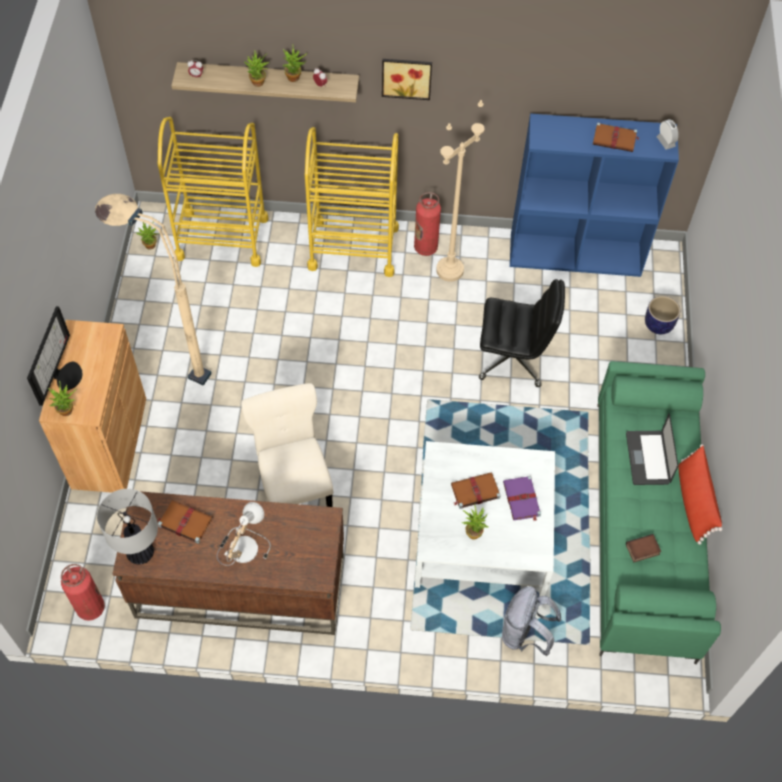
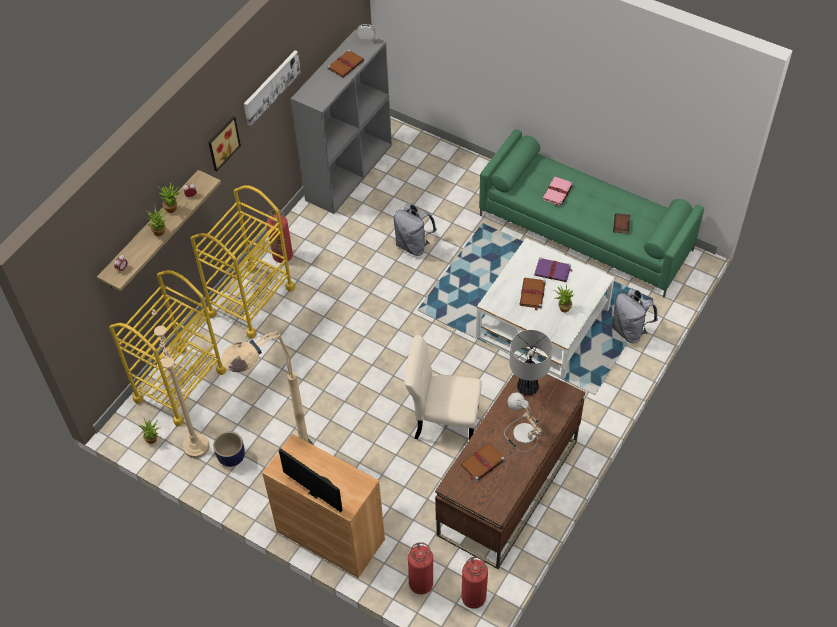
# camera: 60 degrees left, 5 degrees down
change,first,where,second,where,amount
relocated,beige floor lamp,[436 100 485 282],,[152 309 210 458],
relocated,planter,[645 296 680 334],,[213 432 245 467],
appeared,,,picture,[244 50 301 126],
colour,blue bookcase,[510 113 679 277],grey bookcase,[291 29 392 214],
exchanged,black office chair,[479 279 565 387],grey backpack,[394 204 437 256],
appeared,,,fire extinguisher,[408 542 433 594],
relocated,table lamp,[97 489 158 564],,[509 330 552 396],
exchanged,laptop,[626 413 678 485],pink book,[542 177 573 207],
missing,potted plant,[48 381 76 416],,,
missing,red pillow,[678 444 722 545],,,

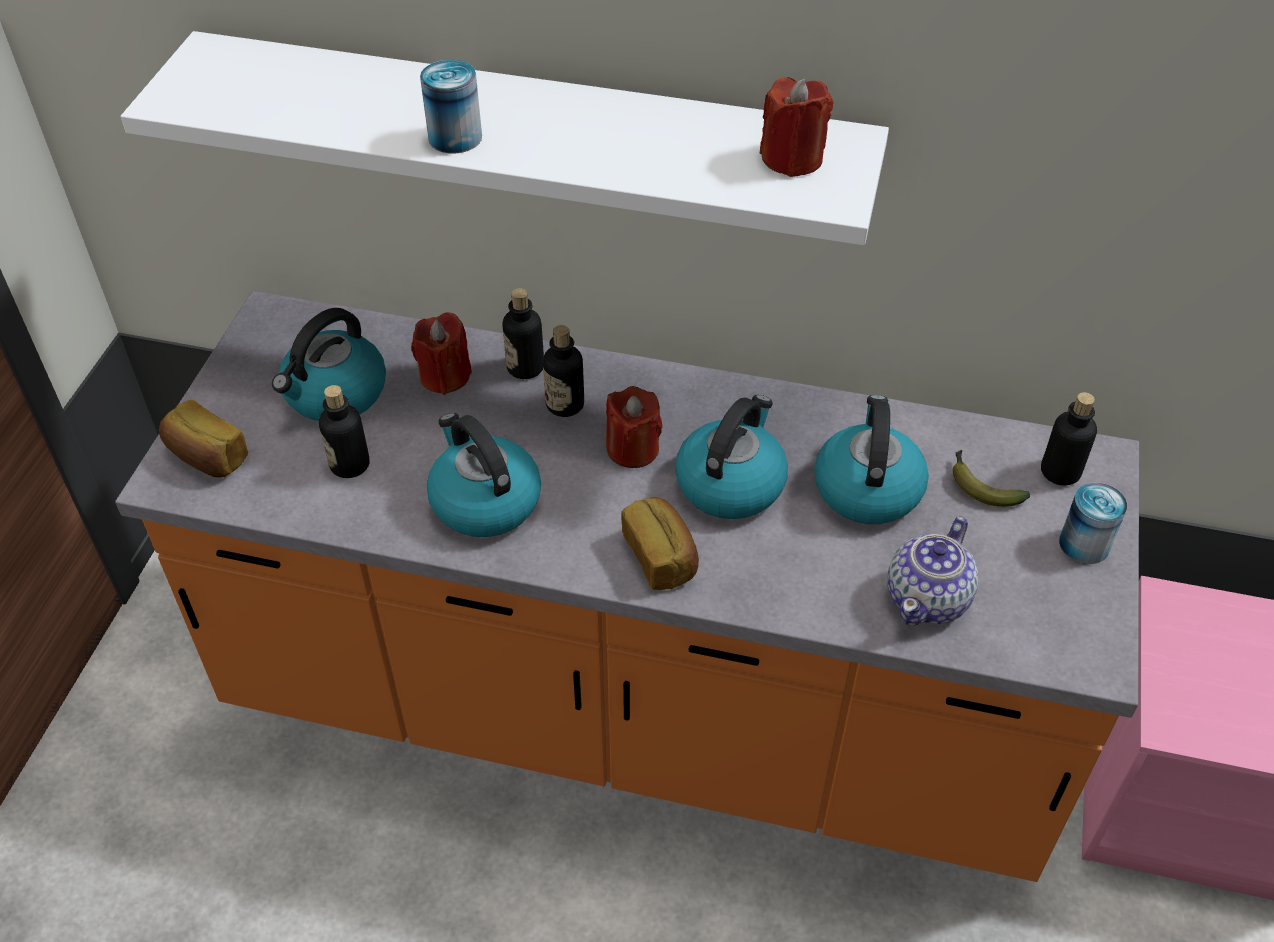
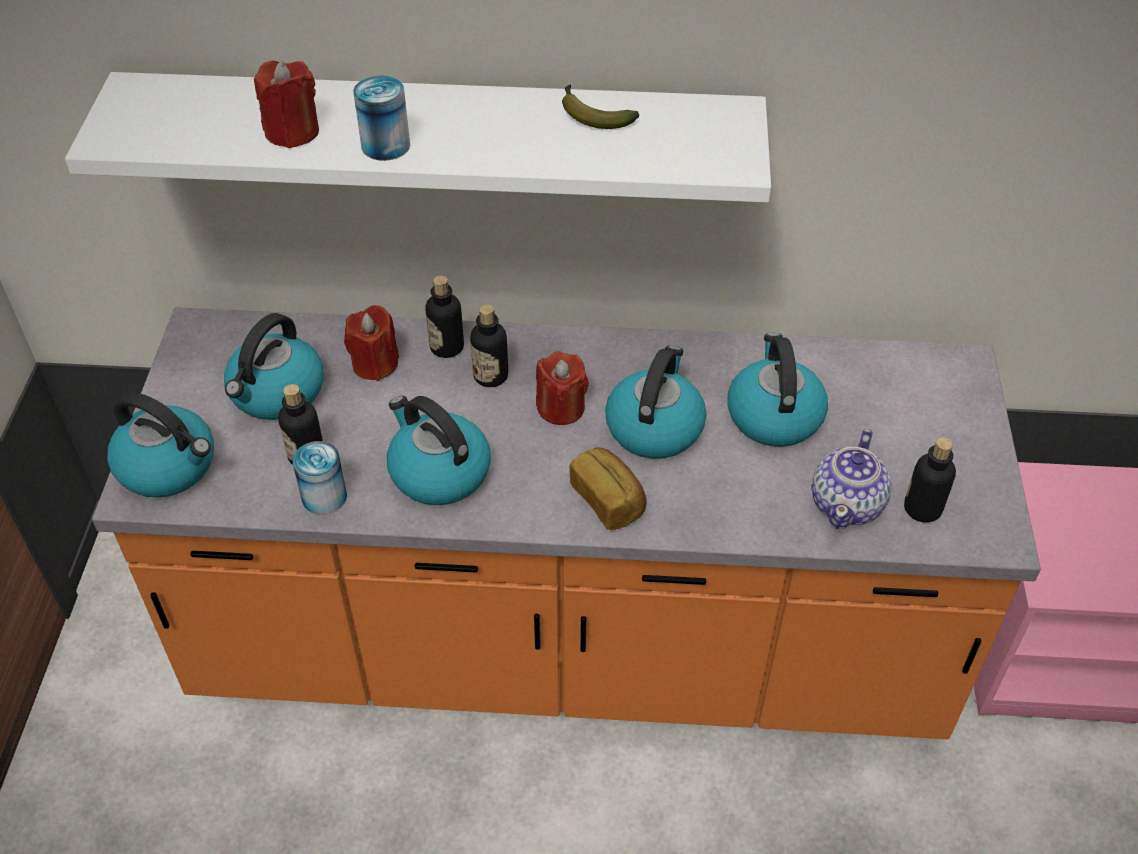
# camera: 10 degrees left, 0 degrees up
change,first,where,second,where,amount
exchanged,bread,[159 400 248 478],kettle,[107 392 214 498],
relocated,red candle,[760 77 833 177],,[254 61 319 148],
relocated,can,[1059 483 1127 564],,[293 441 347 515],
relocated,banana,[953 450 1030 507],,[562 85 639 129],
relocated,bottle,[1041 392 1097 486],,[904 437 956 522],

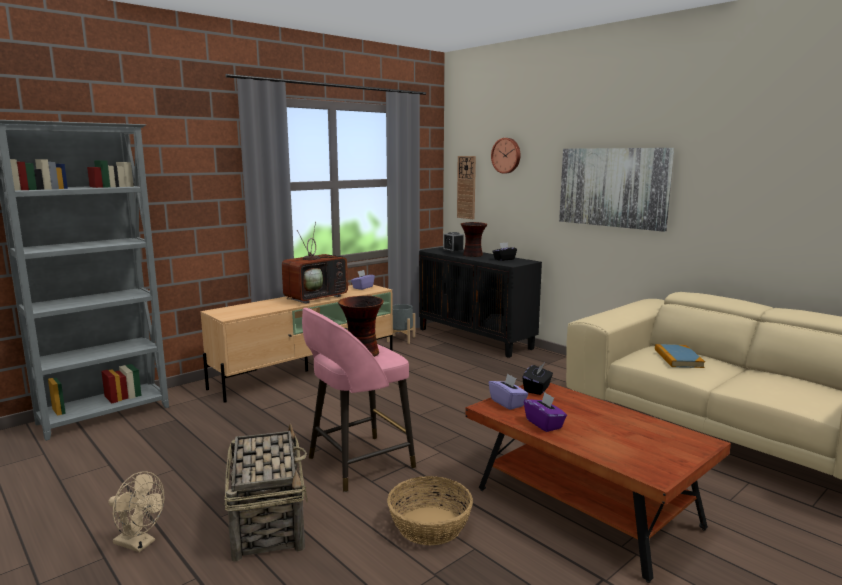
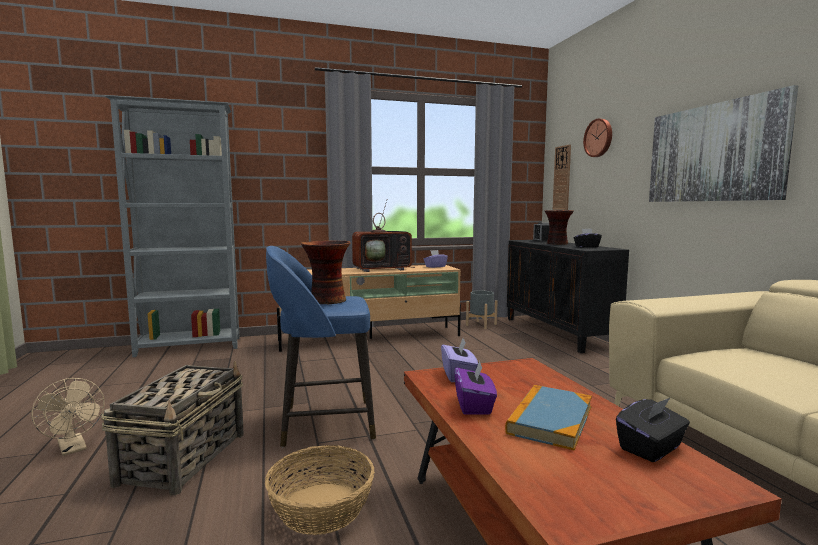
# camera: 25 degrees right, 5 degrees down
change,first,where,second,where,amount
colour,pink stool,[302 308 416 492],blue stool,[266 246 376 447],
relocated,book,[655 344 705 368],,[505 385 592 451],
relocated,black tissue box,[522 363 553 395],,[616 397 690 462],

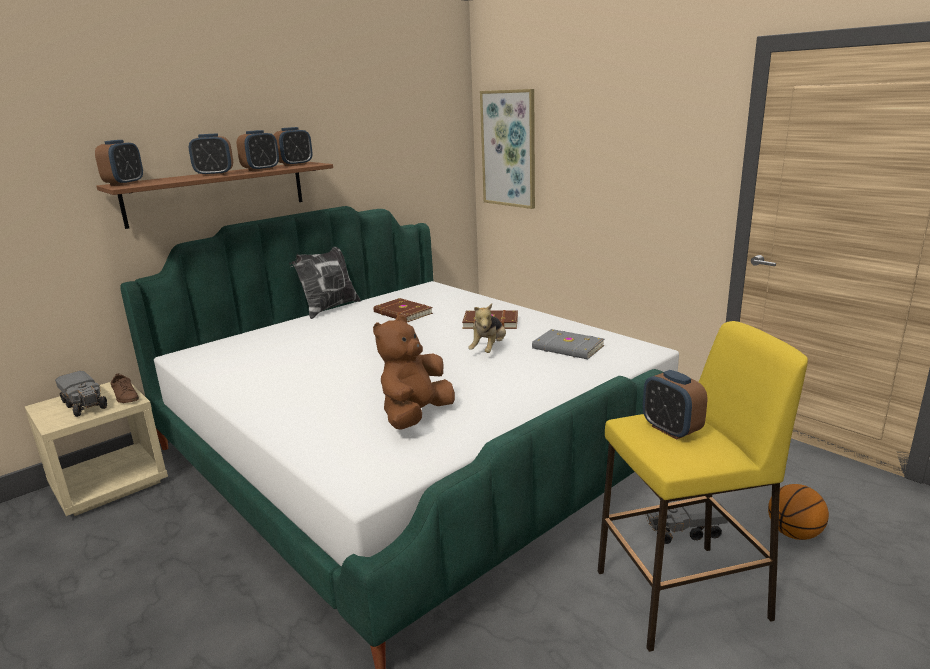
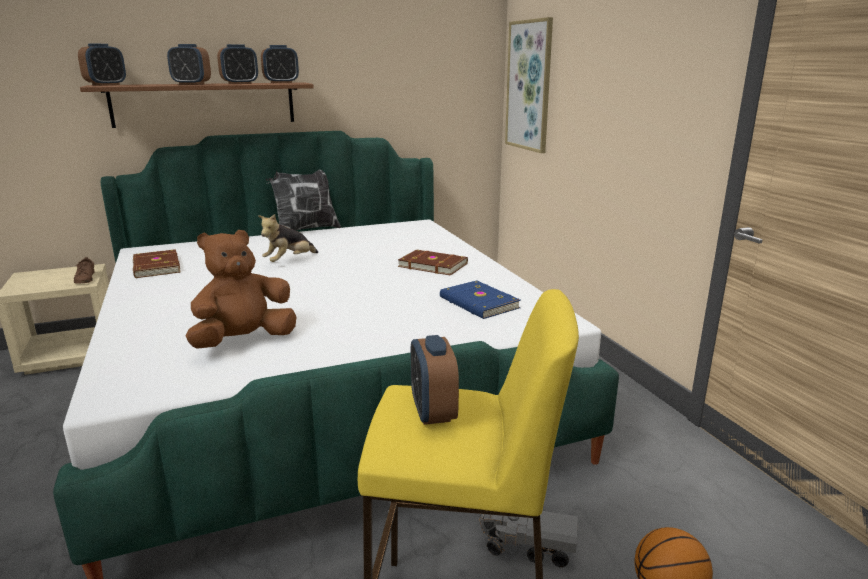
# camera: 20 degrees right, 0 degrees up
change,first,where,second,where,amount
relocated,brown book,[373 298 433 322],,[133 249 180 278],
relocated,plush toy,[468 304 506 353],,[258 214 318 262],
colour,grey book,[532 329 604 359],blue book,[440 280 521 319],
missing,toy truck,[55 371 107 417],,,

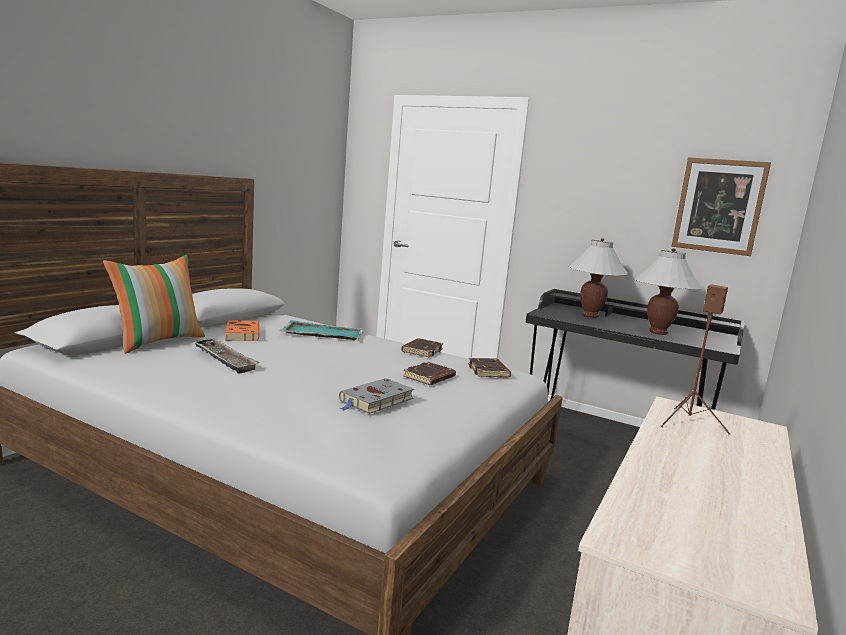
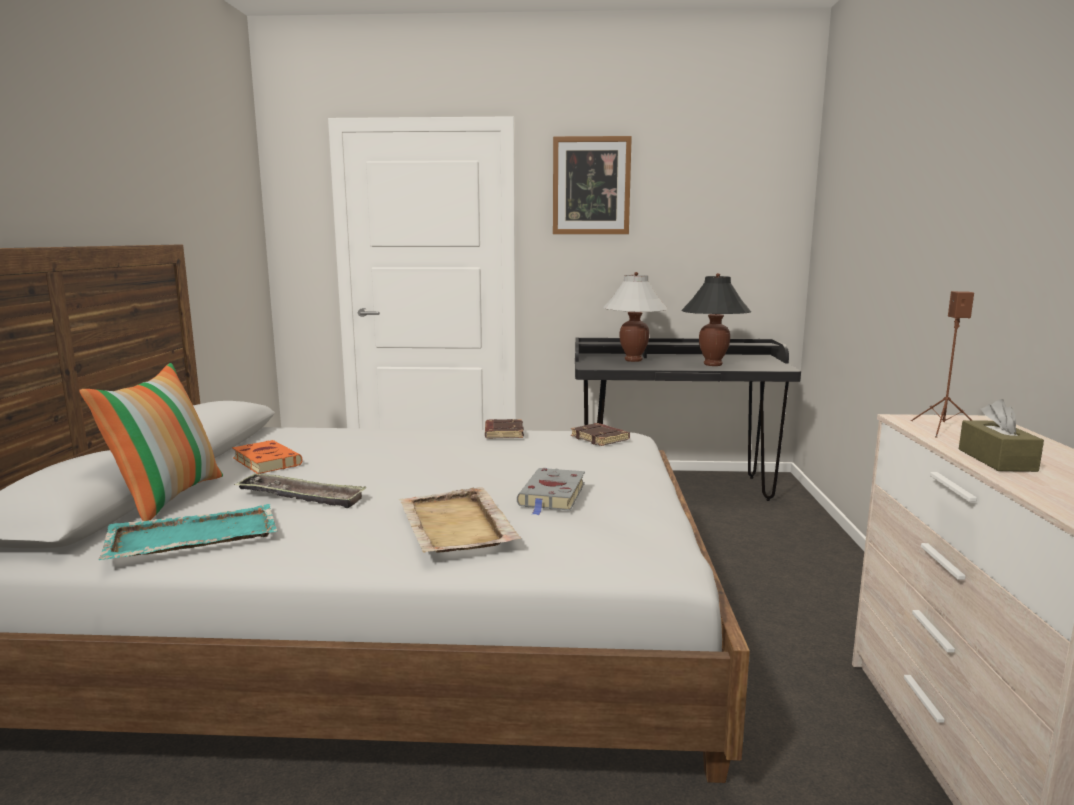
# camera: 25 degrees left, 0 degrees up
change,first,where,second,where,amount
relocated,turquoise tray,[279 320 365 340],,[98 504 278 560],
appeared,,,beige tray,[399 487 521 553],
relocated,picture,[672 157 771 256],,[553 136 632 234],
colour,white table lamp,[634 248 702 335],black table lamp,[682 273 751 366],
appeared,,,brown tissue box,[959 399 1044 472],
missing,brown book,[403 362 456 385],,,

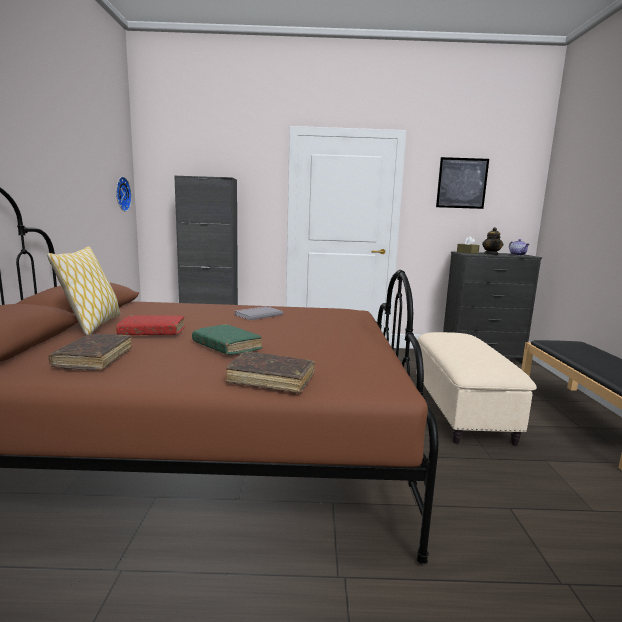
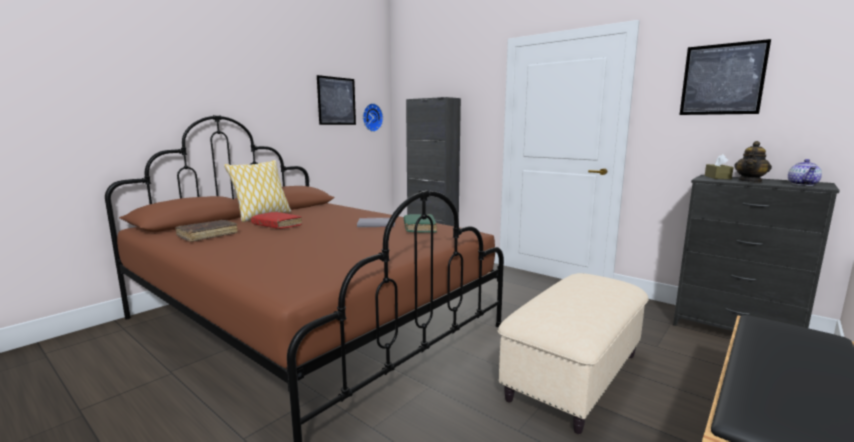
# camera: 40 degrees right, 0 degrees up
change,first,where,second,where,amount
appeared,,,picture,[317 75 356 125],
relocated,green book,[192 324 262 355],,[404 214 437 233],
missing,brown book,[225 351 315 393],,,

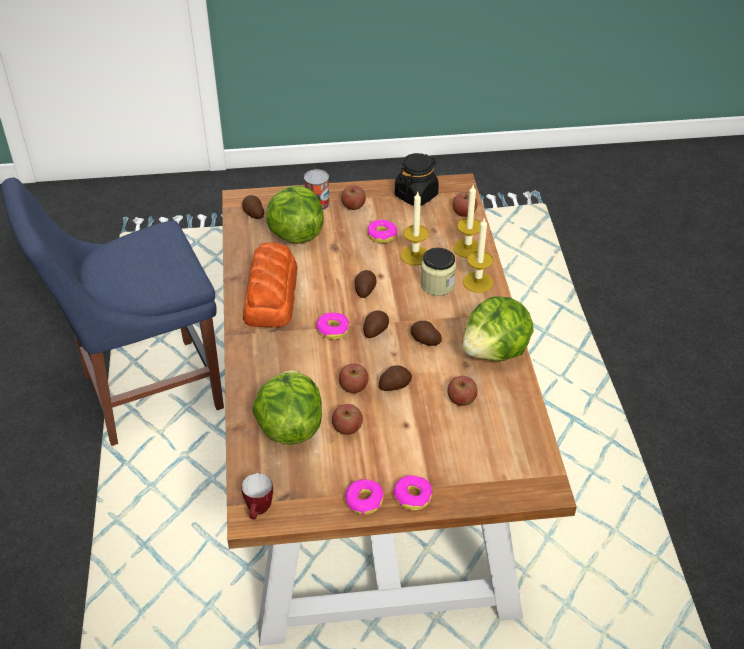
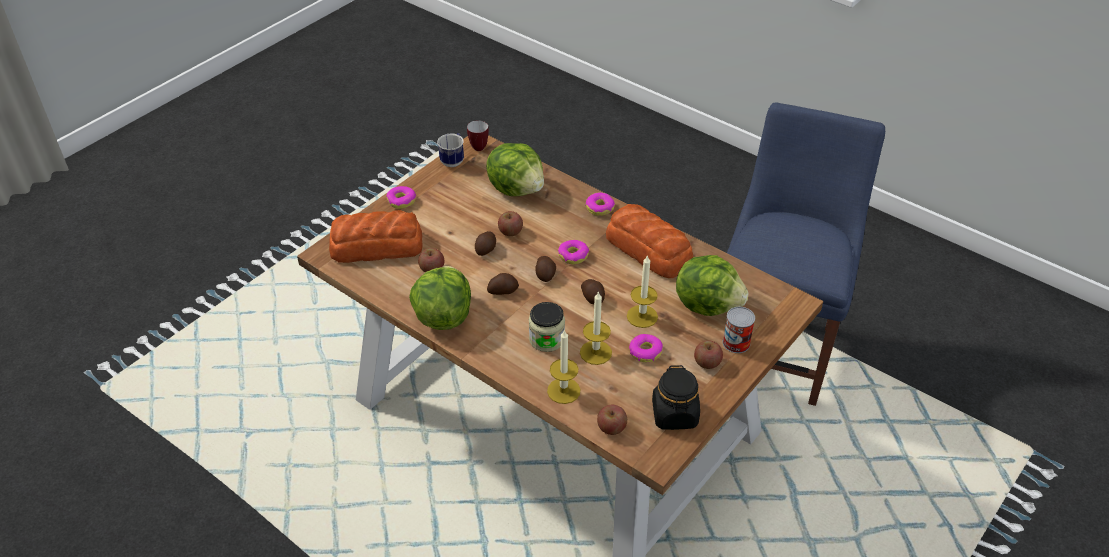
# camera: 135 degrees right, 0 degrees up
change,first,where,second,where,amount
appeared,,,bread,[329 210 423 263],
appeared,,,mug,[437 133 464 167],
relocated,donut,[345 479 384 515],,[585 193 615 216],
relocated,candle,[463 217 494 293],,[627 255 658 328],
missing,potato,[242 195 264 219],,,
missing,apple,[332 404 363 435],,,

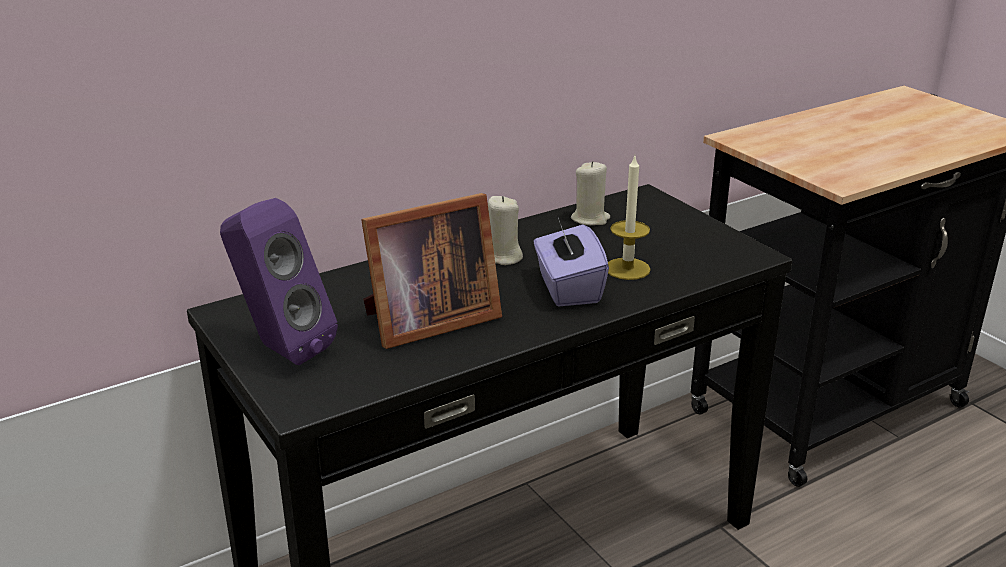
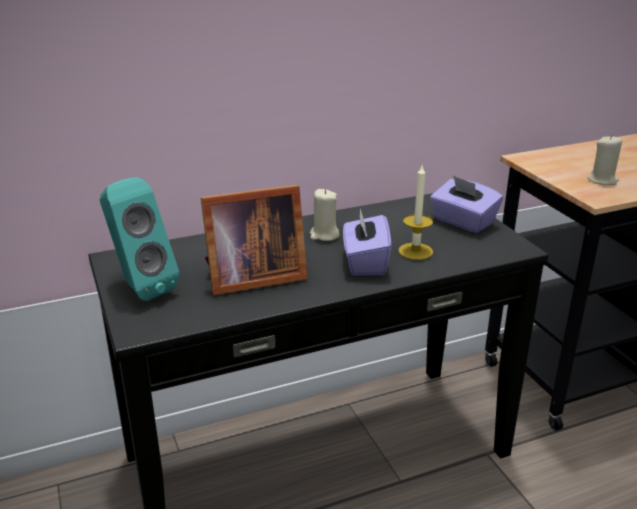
# camera: 10 degrees right, 0 degrees up
change,first,where,second,where,amount
colour,purple speaker,[220 198 338 365],turquoise speaker,[100 177 180 301],
appeared,,,purple tissue box,[430 175 503 233],
relocated,beige candle,[571 161 610 225],,[588 135 622 185],

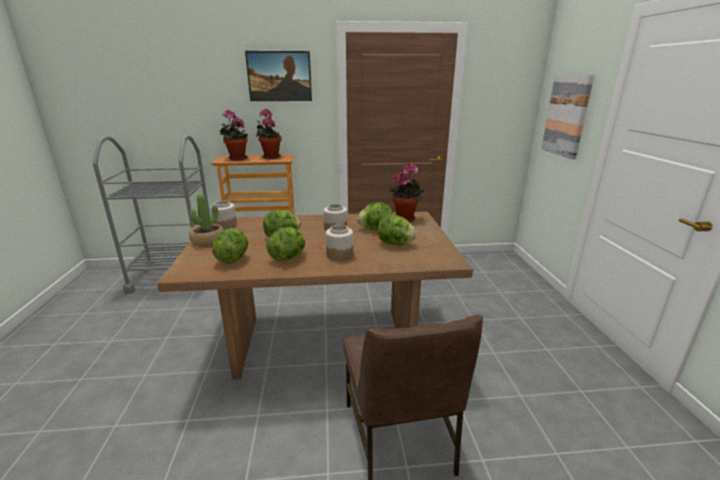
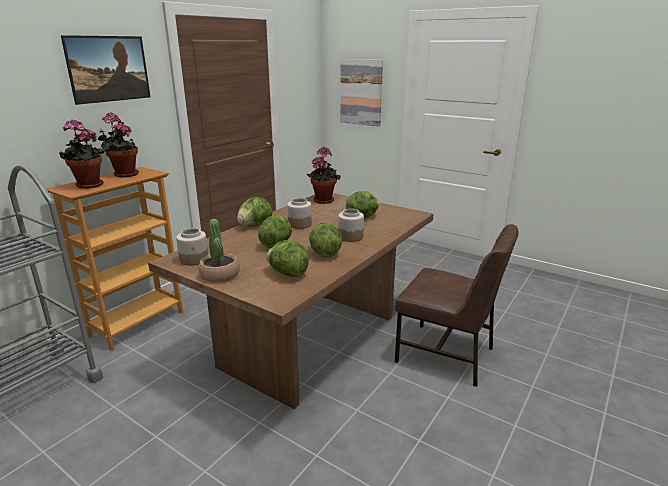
# camera: 50 degrees left, 0 degrees up
change,first,where,second,where,amount
relocated,lettuce,[357 202 392 230],,[237 197 272 227],

